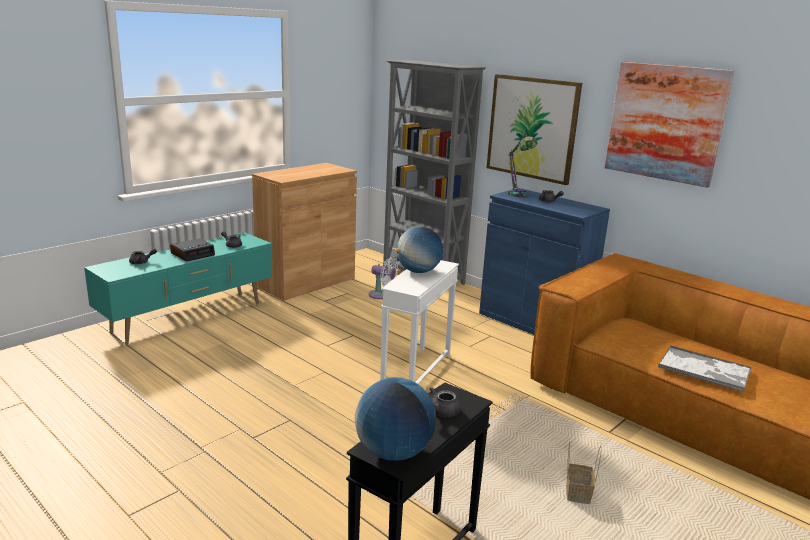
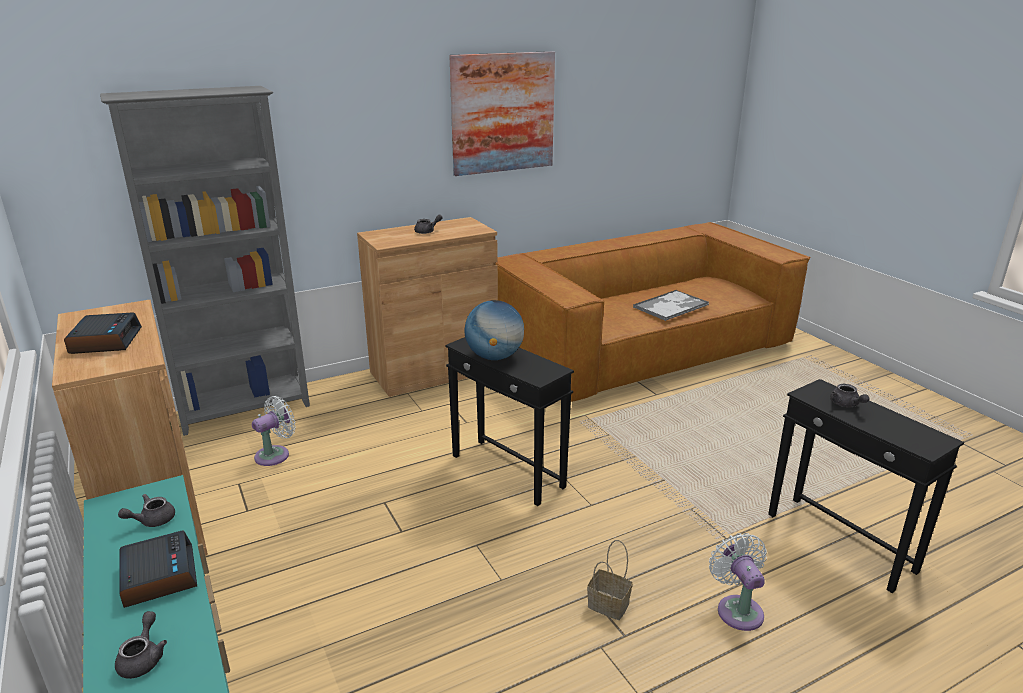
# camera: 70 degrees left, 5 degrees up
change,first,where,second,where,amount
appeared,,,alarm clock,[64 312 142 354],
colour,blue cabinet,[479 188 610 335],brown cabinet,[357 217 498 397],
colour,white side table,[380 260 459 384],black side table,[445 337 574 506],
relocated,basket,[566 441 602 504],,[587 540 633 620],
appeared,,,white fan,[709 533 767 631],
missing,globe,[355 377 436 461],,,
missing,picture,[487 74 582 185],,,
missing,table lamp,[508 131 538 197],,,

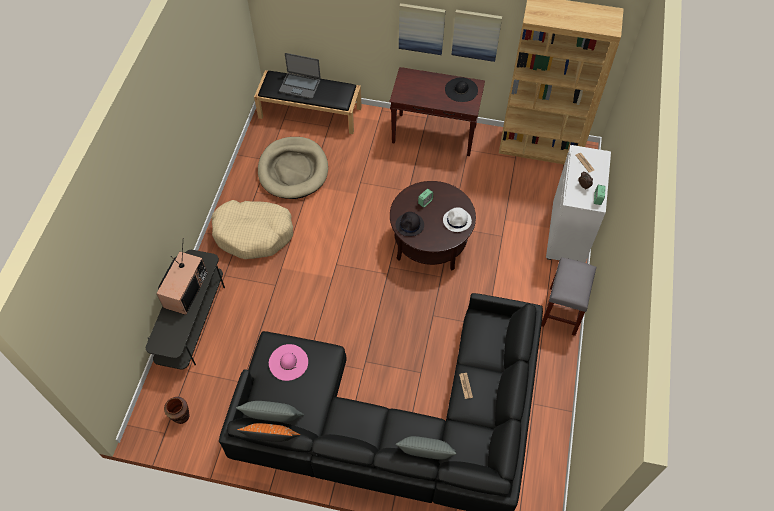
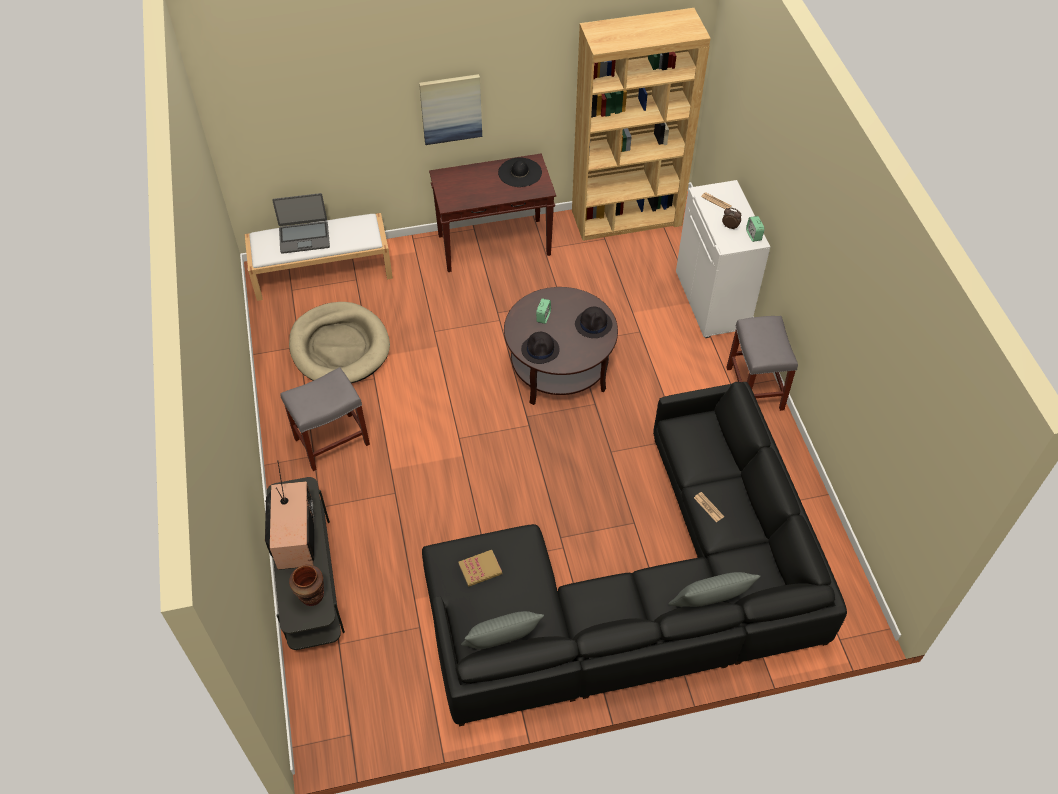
# camera: 25 degrees left, 5 degrees down
change,first,where,second,where,amount
colour,black bench,[254 70 362 134],white bench,[244 213 393 301],
exchanged,beige dog bed,[211 200 293 259],grey stool,[280 367 370 471],
relocated,brown vase,[164 397 189 424],,[289 565 324 606],
exchanged,pink hat,[269 344 308 381],book,[458 550 502 587],
colour,white hat,[443 207 472 232],black hat,[575 307 612 338],
missing,orange pillow,[237 423 300 442],,,
missing,picture,[452 10 502 62],,,

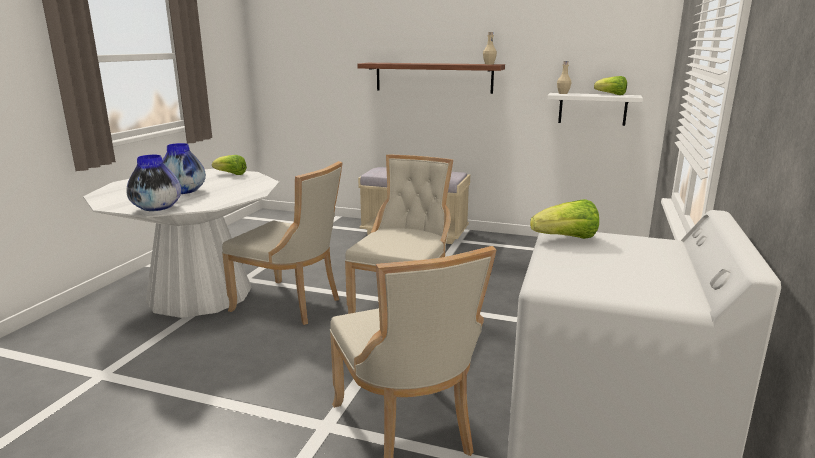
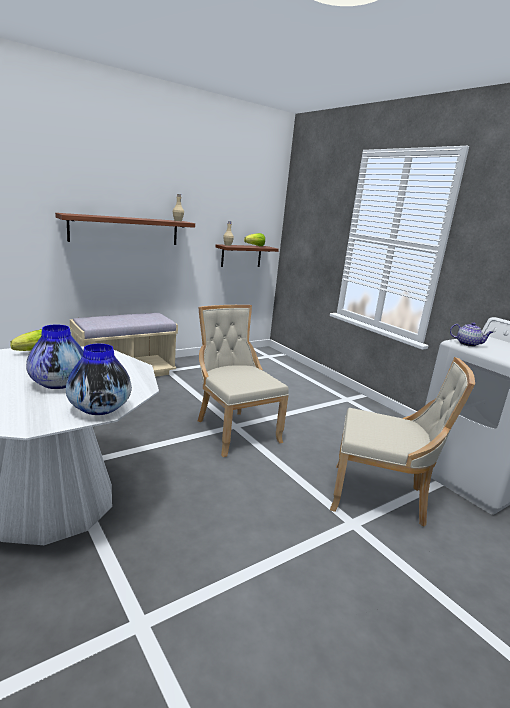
# camera: 55 degrees left, 0 degrees up
change,first,where,second,where,amount
colour,white shelf,[547 93 643 126],brown shelf,[215 244 279 267],
exchanged,lettuce,[530 199 599 239],teapot,[450 322 493 347],
missing,beige chair,[222 161 343 325],,,

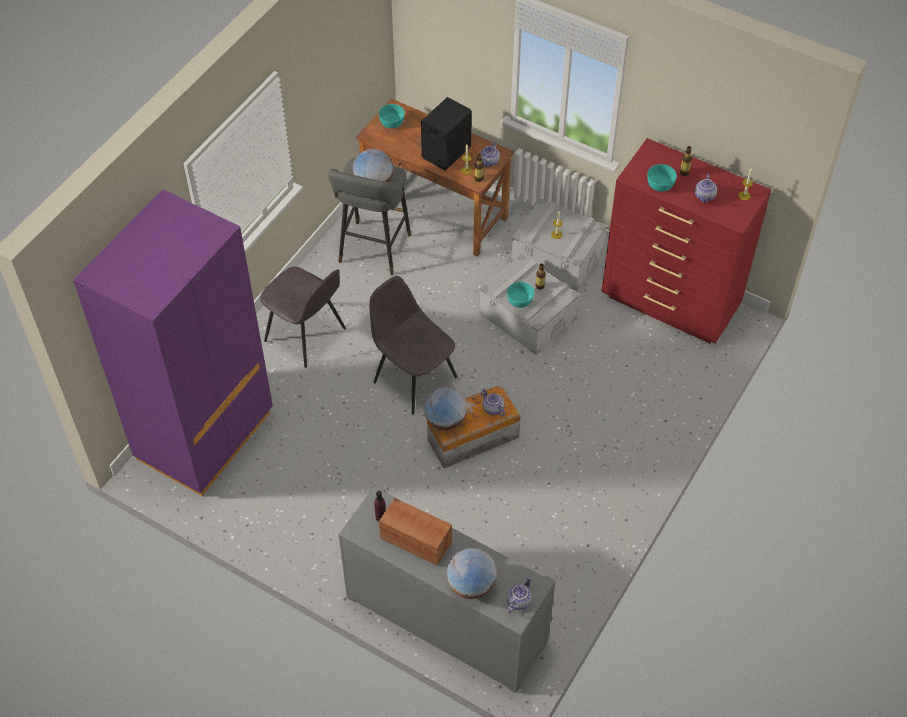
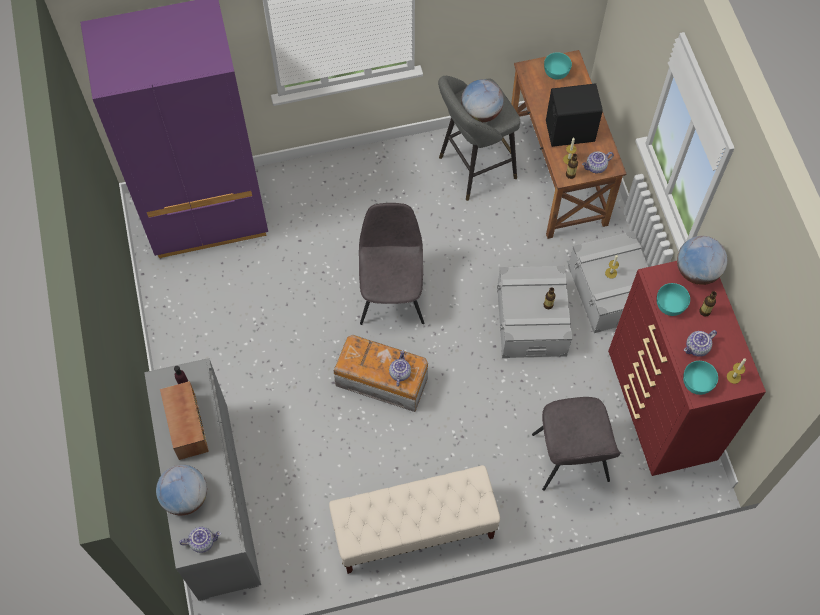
# camera: 45 degrees right, 10 degrees up
change,first,where,second,where,amount
appeared,,,beige bench,[329 465 500 574],
relocated,grey chair,[260 267 346 368],,[532 397 621 491],
relocated,globe,[424 387 467 431],,[677 236 727 285],
relocated,turquoise bowl,[507 282 534 308],,[683 361 718 395],

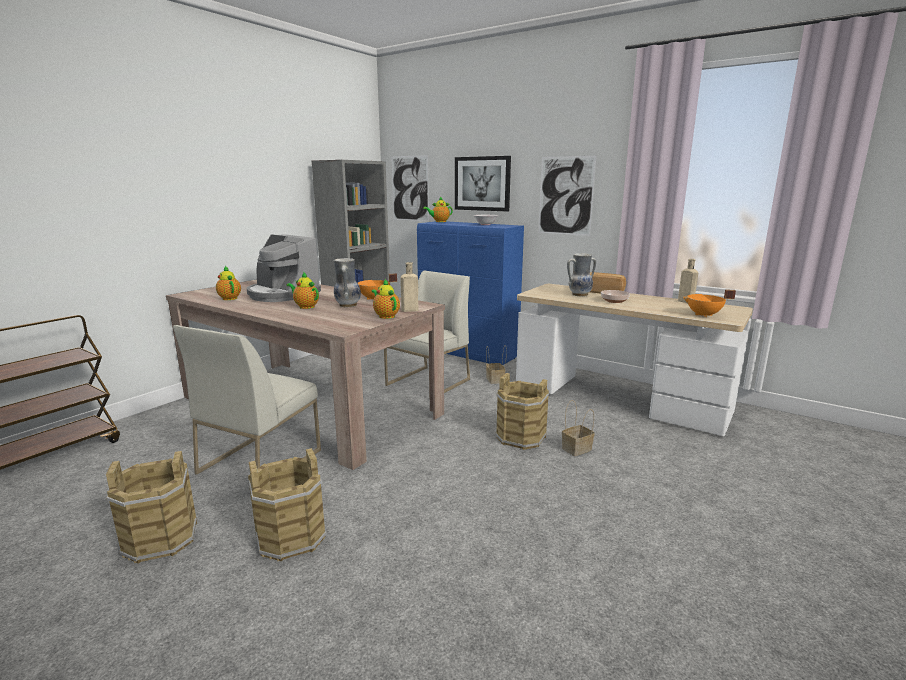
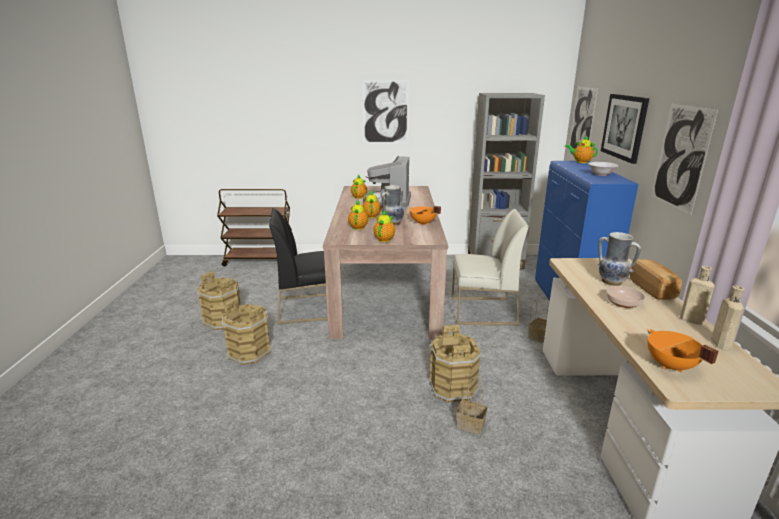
# camera: 55 degrees right, 5 degrees up
change,first,where,second,where,amount
colour,white chair,[173 325 321 475],black chair,[269 208 328 324],
appeared,,,teapot,[348 200 368 230],
appeared,,,picture,[362 80 409 143],
relocated,beige bottle,[400 262 418 312],,[680 266 715 325],

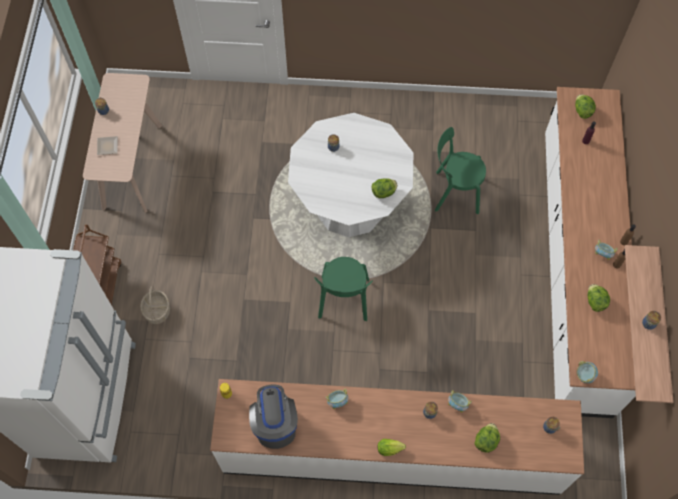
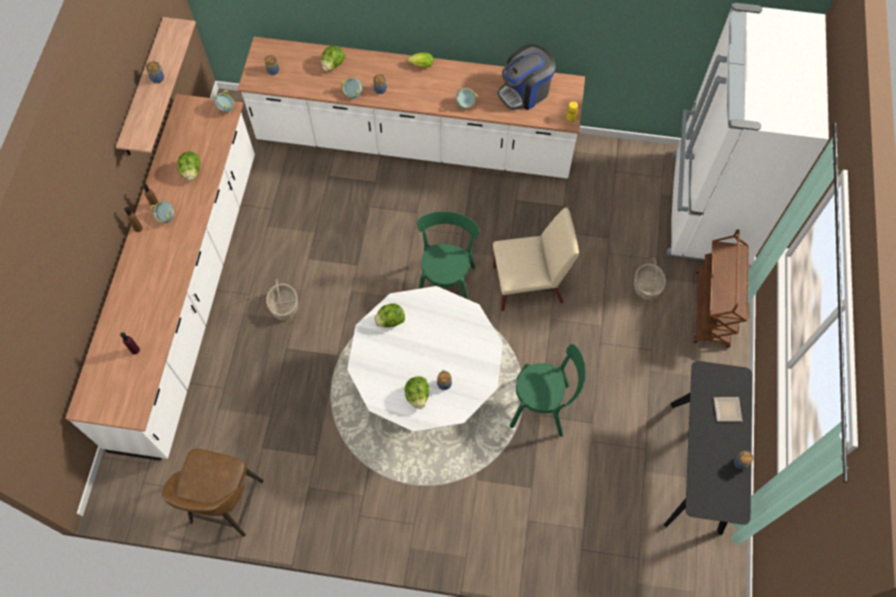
# camera: 175 degrees left, 0 degrees up
change,first,where,second,where,amount
appeared,,,brown stool,[162 449 263 537],
appeared,,,basket,[266 278 298 320],
relocated,lettuce,[575 94 596 119],,[405 376 429 409],
appeared,,,beige chair,[493 208 579 311],
spun,coffee machine,[249 384 298 449],,[497 44 556 110],60 degrees clockwise
relocated,green chair,[435 127 486 214],,[510 344 586 437],
colour,beige console table,[83 73 162 213],black console table,[664 361 752 535],

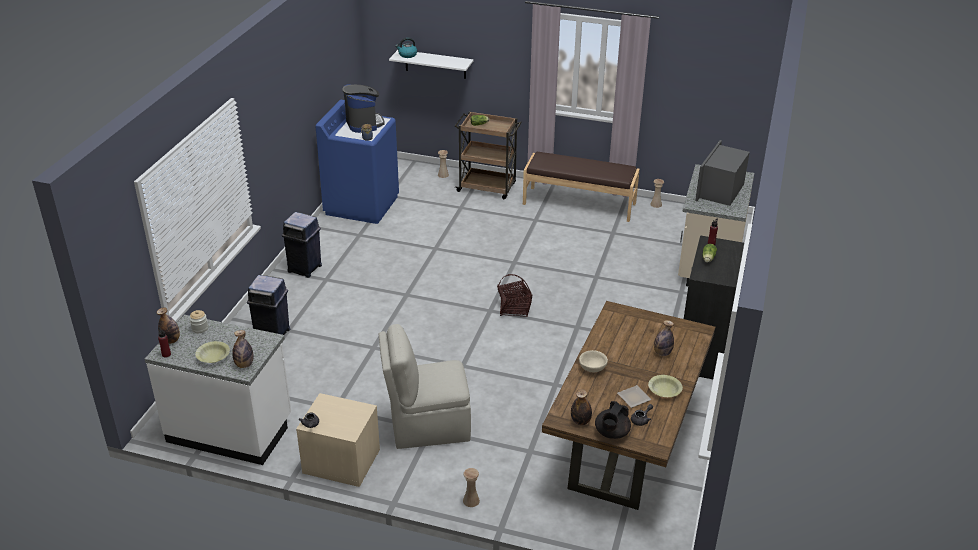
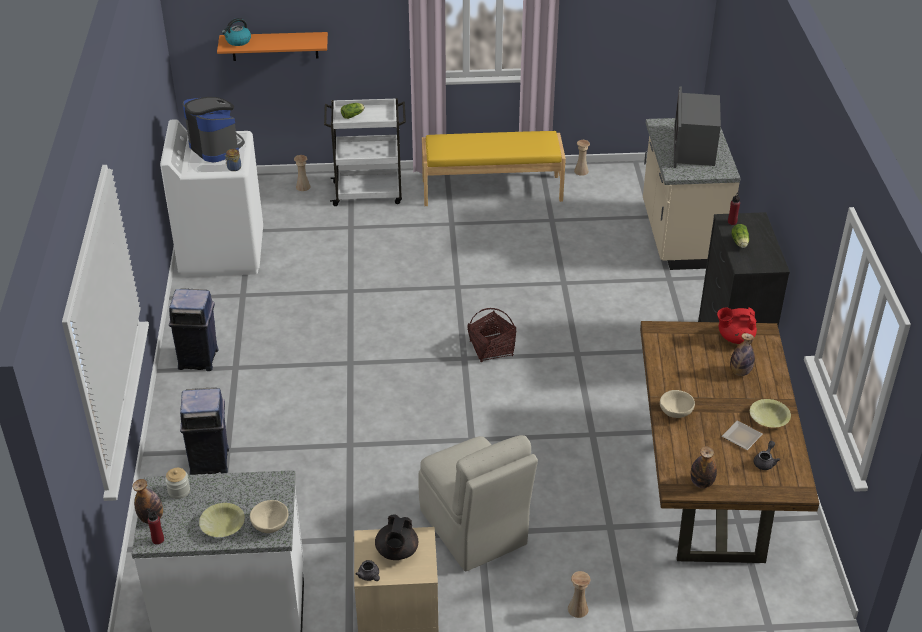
# camera: 20 degrees left, 5 degrees up
change,first,where,second,where,amount
colour,blue washing machine,[315 100 399 224],white washing machine,[160 119 263 277],
colour,white shelf,[389 50 474 79],orange shelf,[217 32 328 61],
exchanged,bottle,[232 330 253 368],beige bowl,[250 500 288 533],
colour,brown cart,[455 111 522 199],white cart,[324 98 406 206],
relocated,black teapot,[595 401 631 439],,[375 514 418 560],
spun,beige chair,[378 324 471 449],,[419 435 538 571],90 degrees counterclockwise
colour,brown bench,[523 152 640 222],yellow bench,[422 131 566 206],
appeared,,,red teapot,[717 307 757 344],

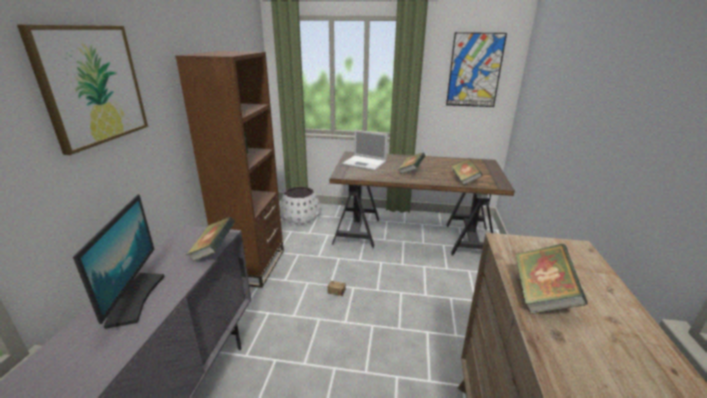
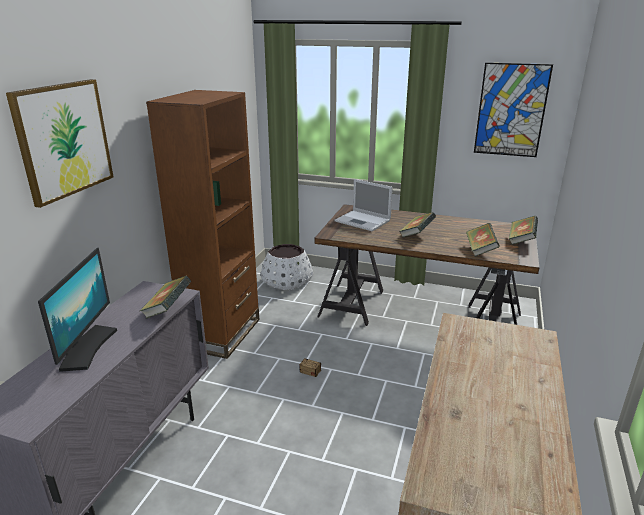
# camera: 10 degrees right, 0 degrees up
change,first,where,second,where,amount
relocated,book,[515 244 588 314],,[509 216 538 245],

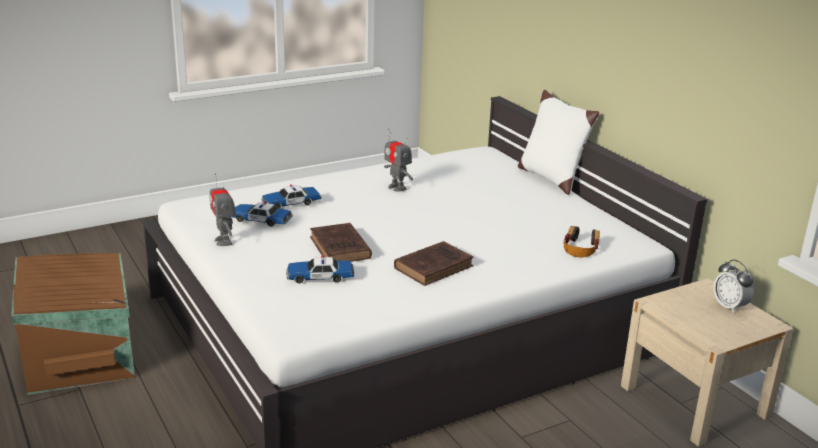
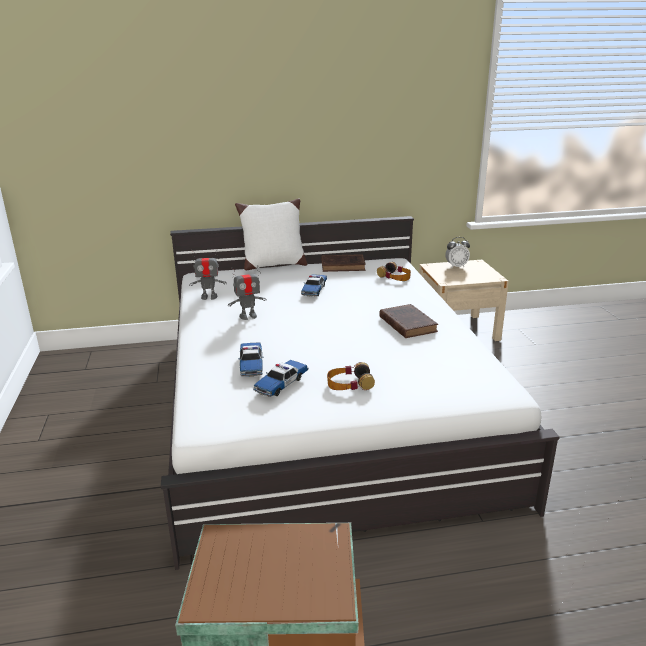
# camera: 70 degrees left, 0 degrees up
change,first,where,second,where,amount
relocated,toy robot,[209 173 236 246],,[189 250 227 300],
relocated,toy car,[286 255 354 283],,[301 274 327 296],
relocated,brown book,[310 223 372 262],,[321 254 366 272],
appeared,,,headphones,[327 362 375 390],

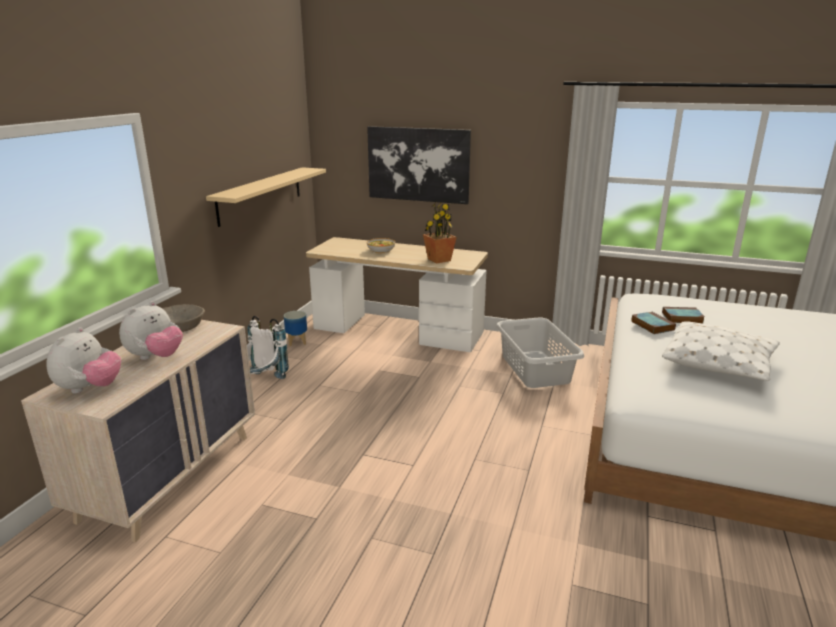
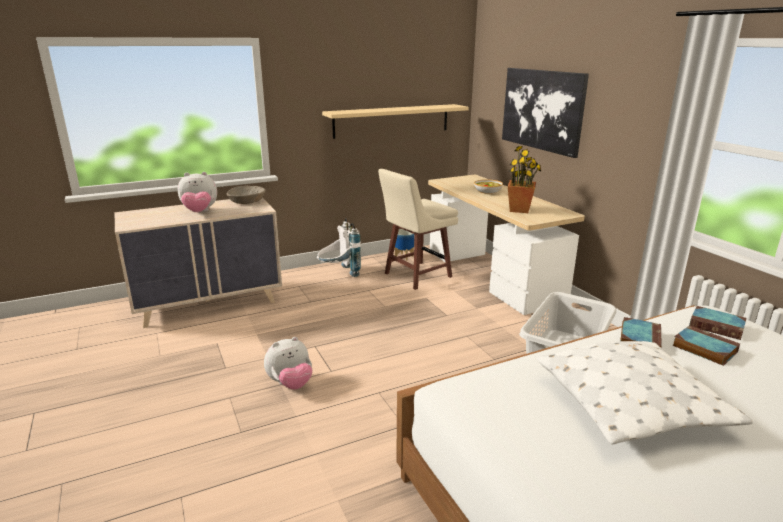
# camera: 45 degrees right, 0 degrees up
change,first,where,second,where,amount
relocated,plush toy,[46 327 121 393],,[264 337 312 390],
appeared,,,beige stool,[378 169 458 290],
appeared,,,book,[689 306 747 340],

